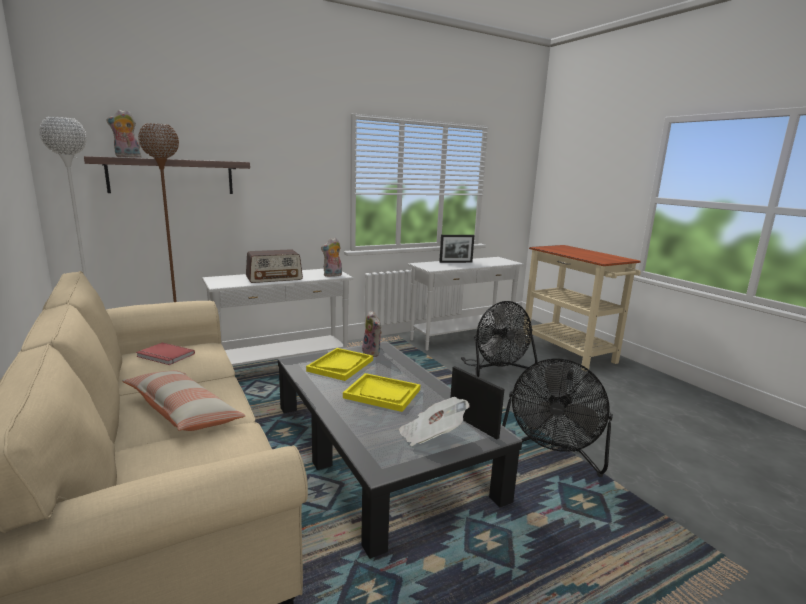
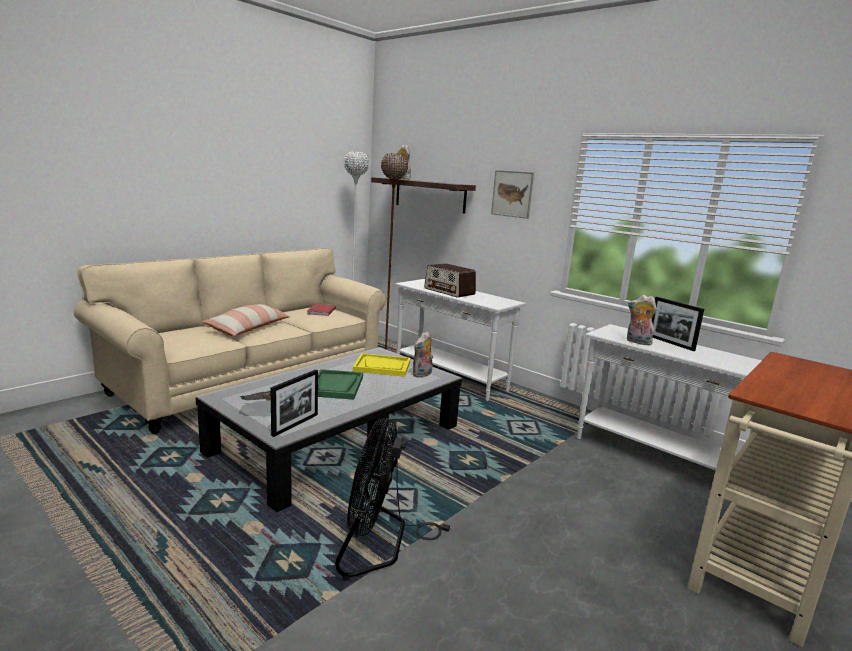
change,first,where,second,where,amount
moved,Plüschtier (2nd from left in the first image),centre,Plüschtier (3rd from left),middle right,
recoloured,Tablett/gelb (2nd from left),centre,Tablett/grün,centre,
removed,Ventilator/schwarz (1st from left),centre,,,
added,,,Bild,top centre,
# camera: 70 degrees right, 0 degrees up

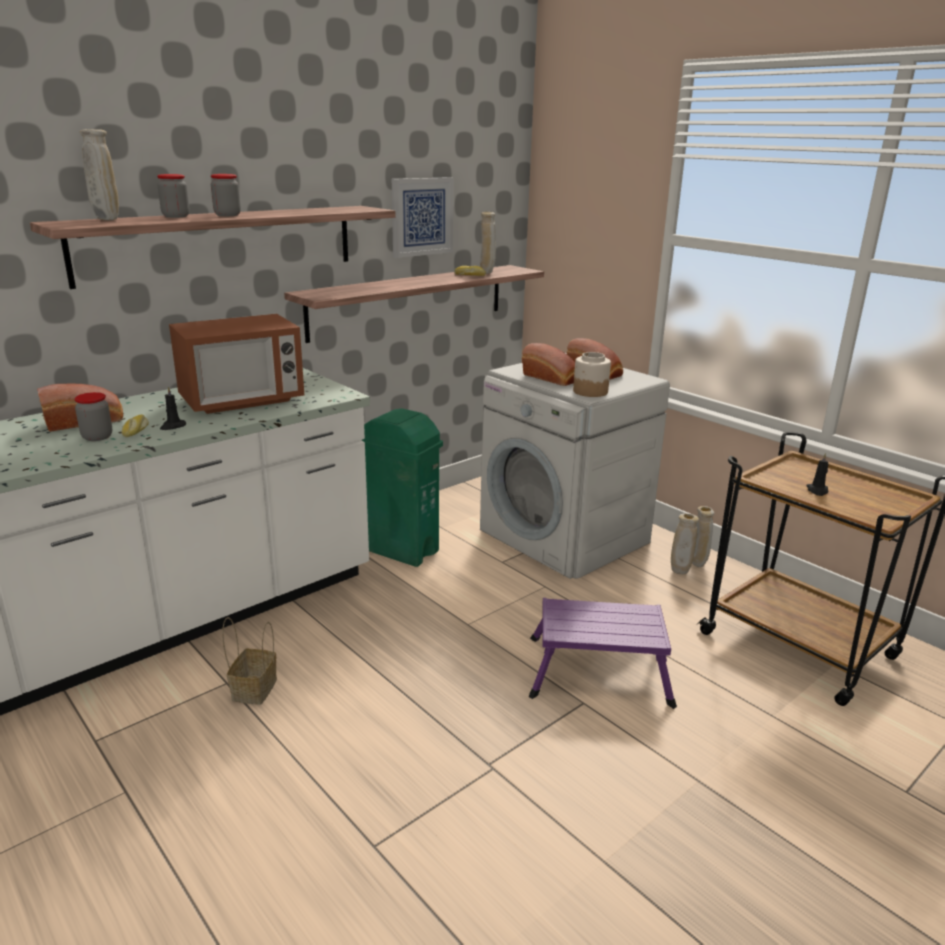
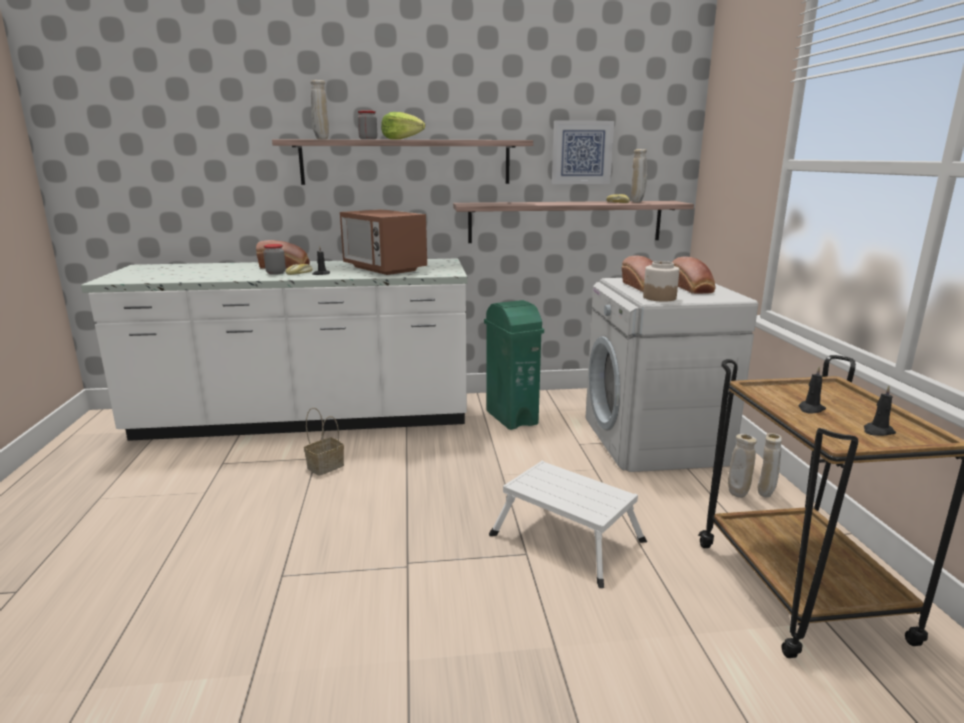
change,first,where,second,where,amount
turned,Mikrowelle,middle left,,centre,45 degrees clockwise
replaced,Vorratsglas (3rd from left),top left,Salatkopf,top centre,
recoloured,Trittleiter/lila,bottom centre,Trittleiter/weiß,bottom centre,
added,,,Kerze/schwarz (3rd from left),middle right,
# camera: 35 degrees right, 5 degrees down

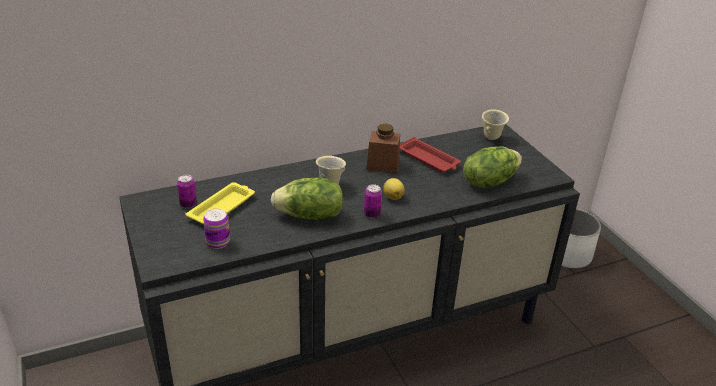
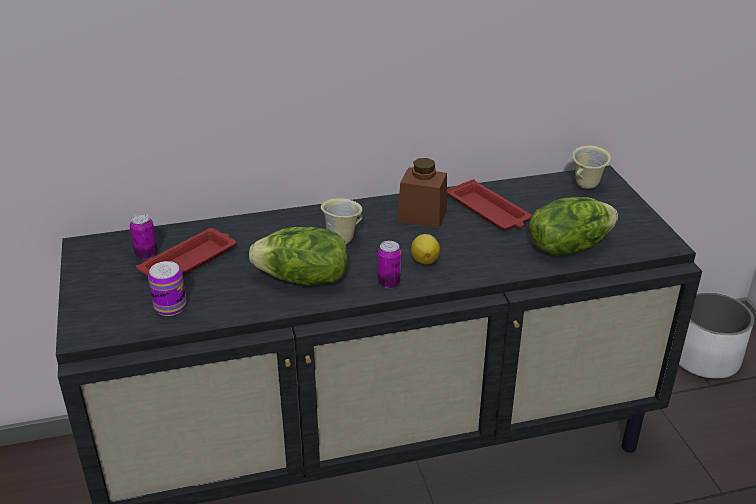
change,first,where,second,where,amount
recoloured,Tablett/gelb,middle left,Tablett/rot (1st from left),middle left,
# camera: 10 degrees right, 0 degrees up

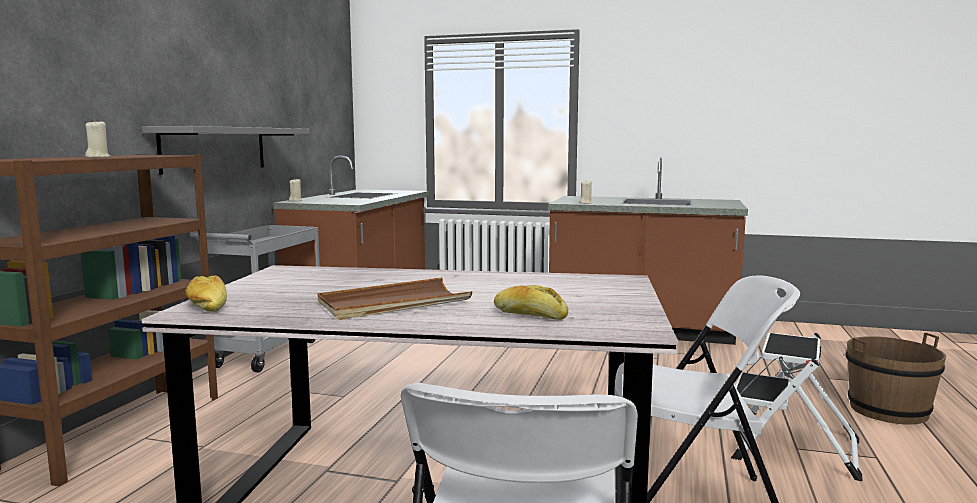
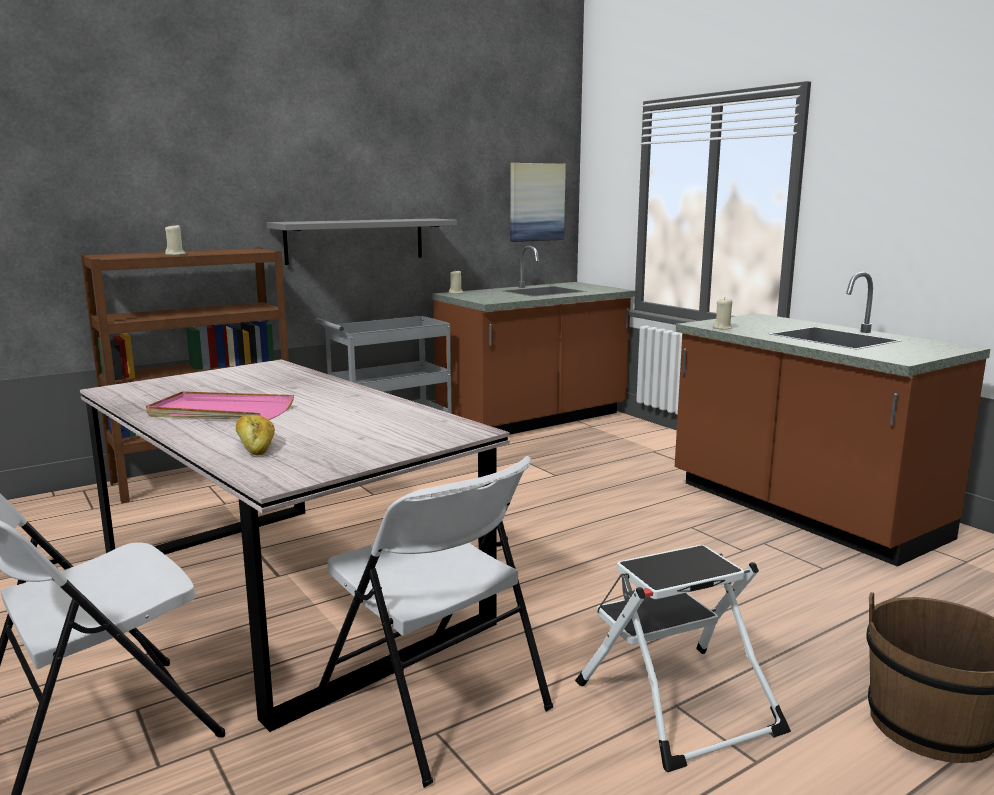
change,first,where,second,where,amount
removed,Brot (1st from left),middle left,,,
recoloured,Tablett/braun,centre,Tablett/rosa,middle left,
added,,,Bild,top centre,
# camera: 40 degrees right, 5 degrees up

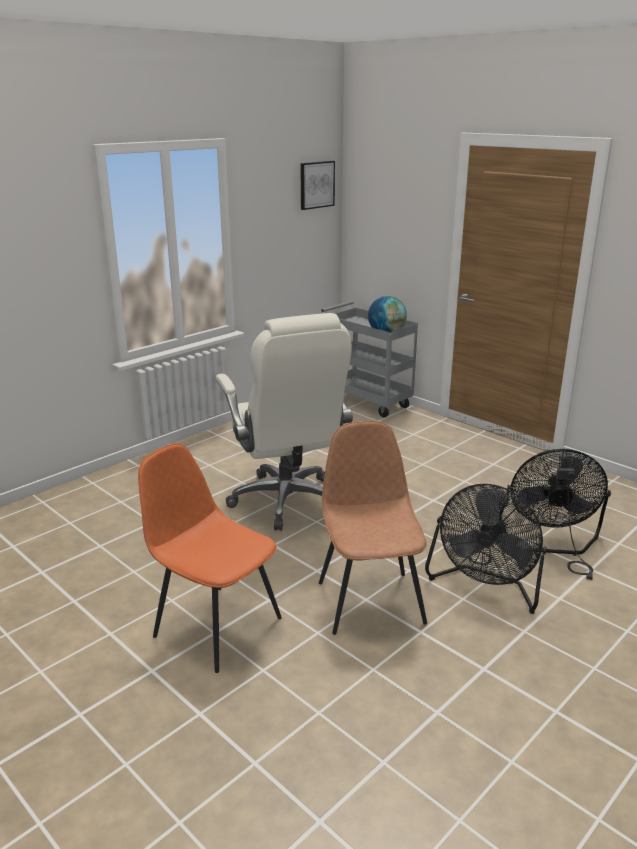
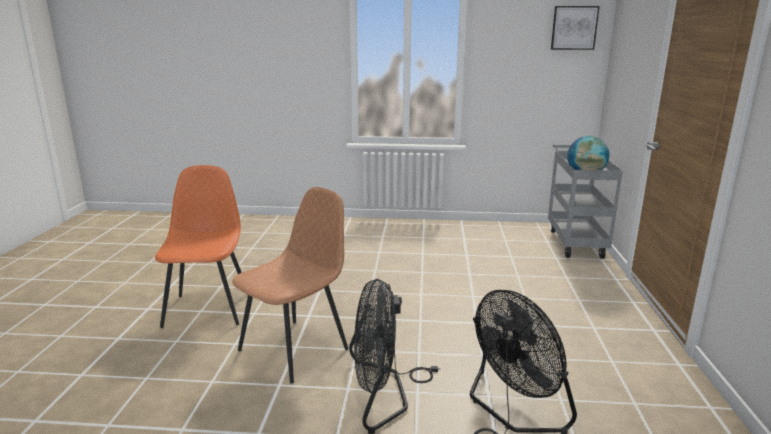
change,first,where,second,where,amount
removed,Bürostuhl/weiß,centre,,,
# camera: 50 degrees right, 5 degrees down

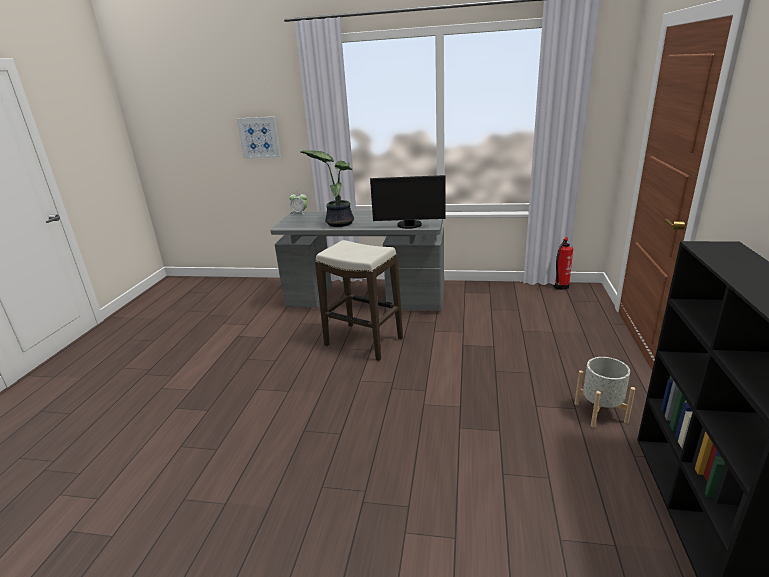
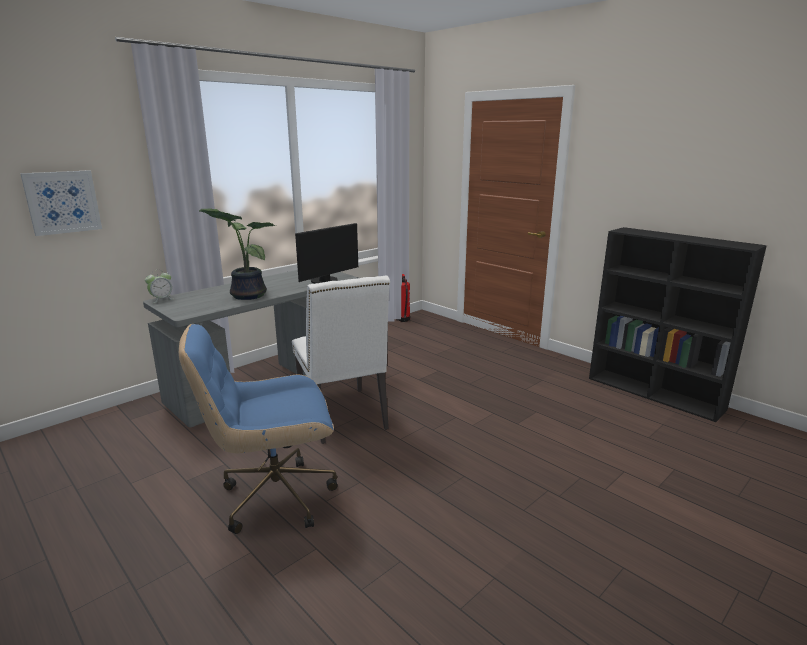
change,first,where,second,where,amount
replaced,Hocker,centre,Stuhl/weiß,centre,
removed,Pflanzkübel/grau,bottom right,,,
added,,,Bürostuhl/blau,middle left,
# camera: 55 degrees left, 5 degrees down

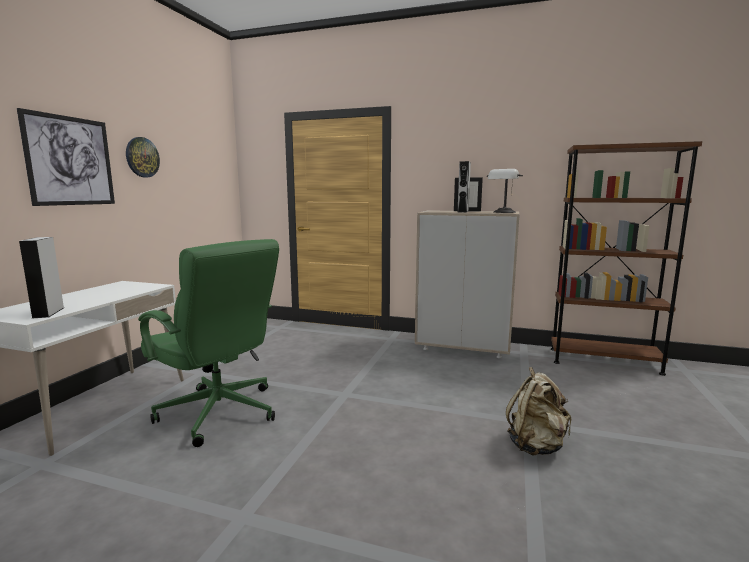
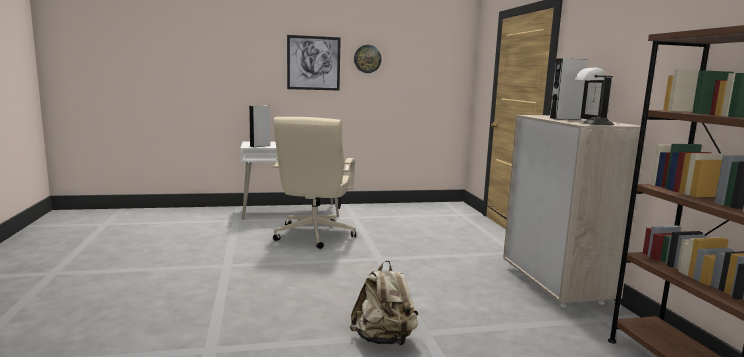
change,first,where,second,where,amount
recoloured,Bürostuhl/grün,middle left,Bürostuhl/beige,centre,
# camera: 60 degrees right, 0 degrees up

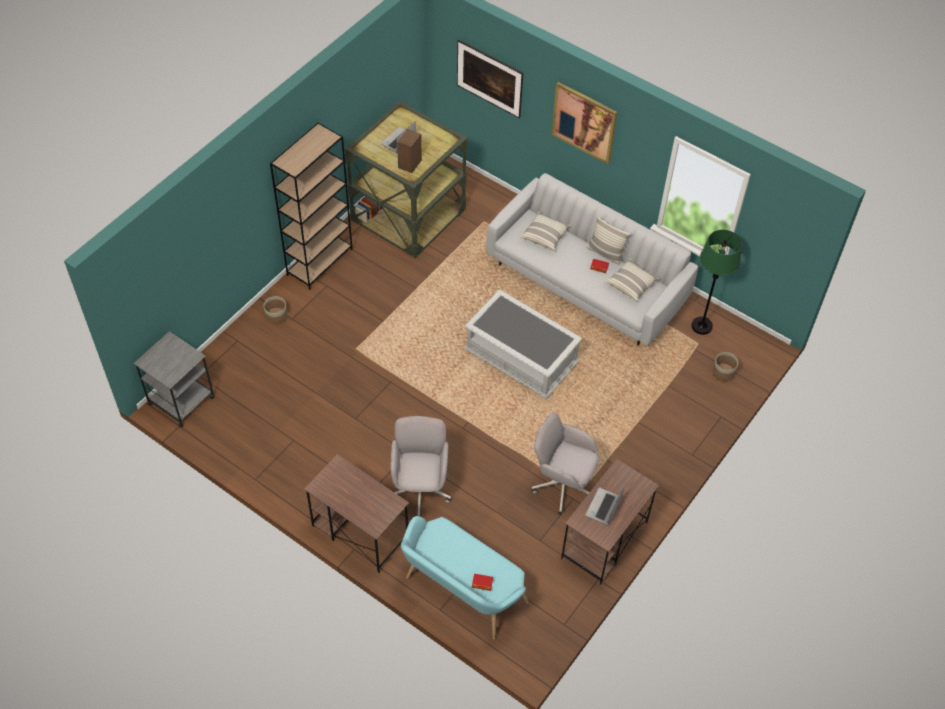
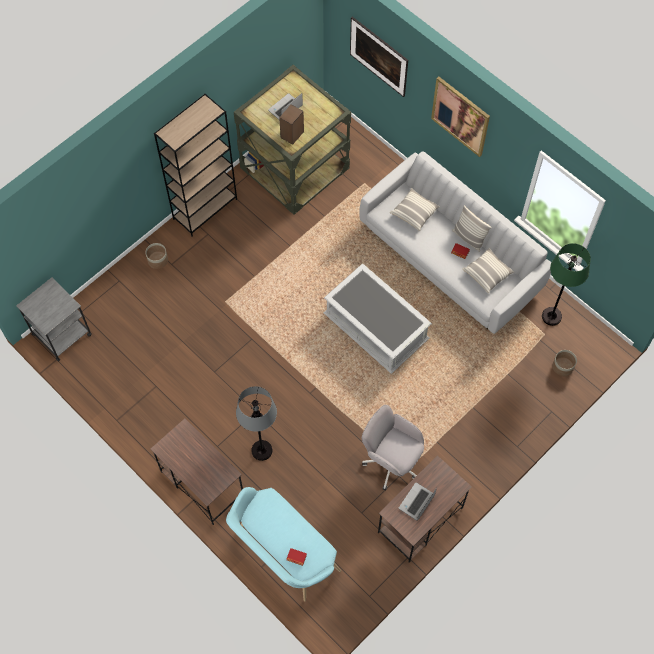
change,first,where,second,where,amount
replaced,Bürostuhl/grau (1st from left),centre,Stehlampe/grau,centre,
# camera: 10 degrees right, 10 degrees up

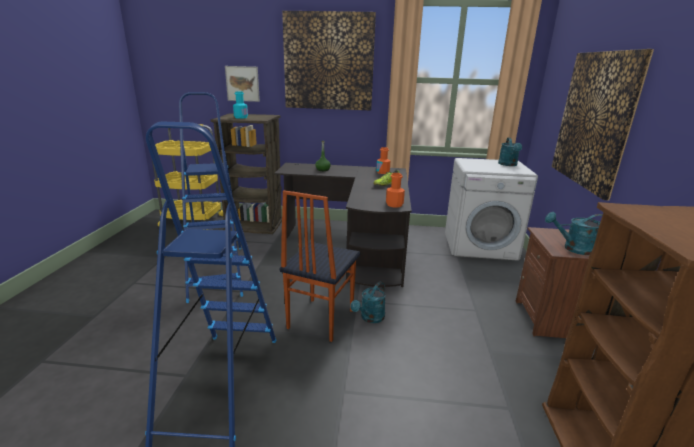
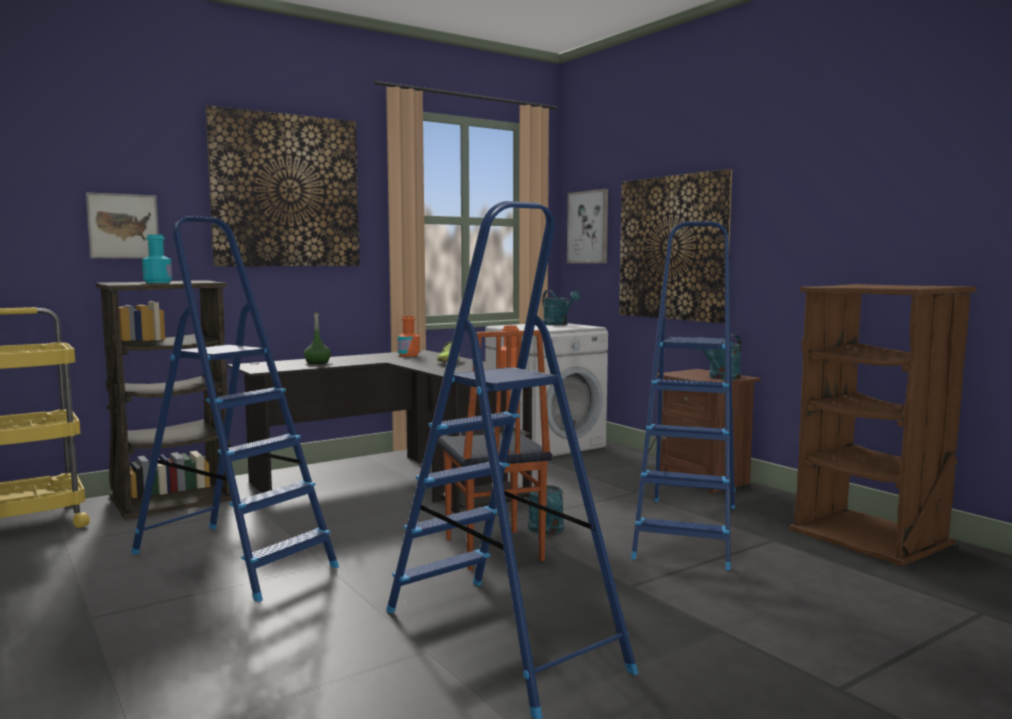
change,first,where,second,where,amount
added,,,Bild (3rd from left),top centre,
added,,,Trittleiter/blau (3rd from left),middle right,
# camera: 40 degrees left, 15 degrees down

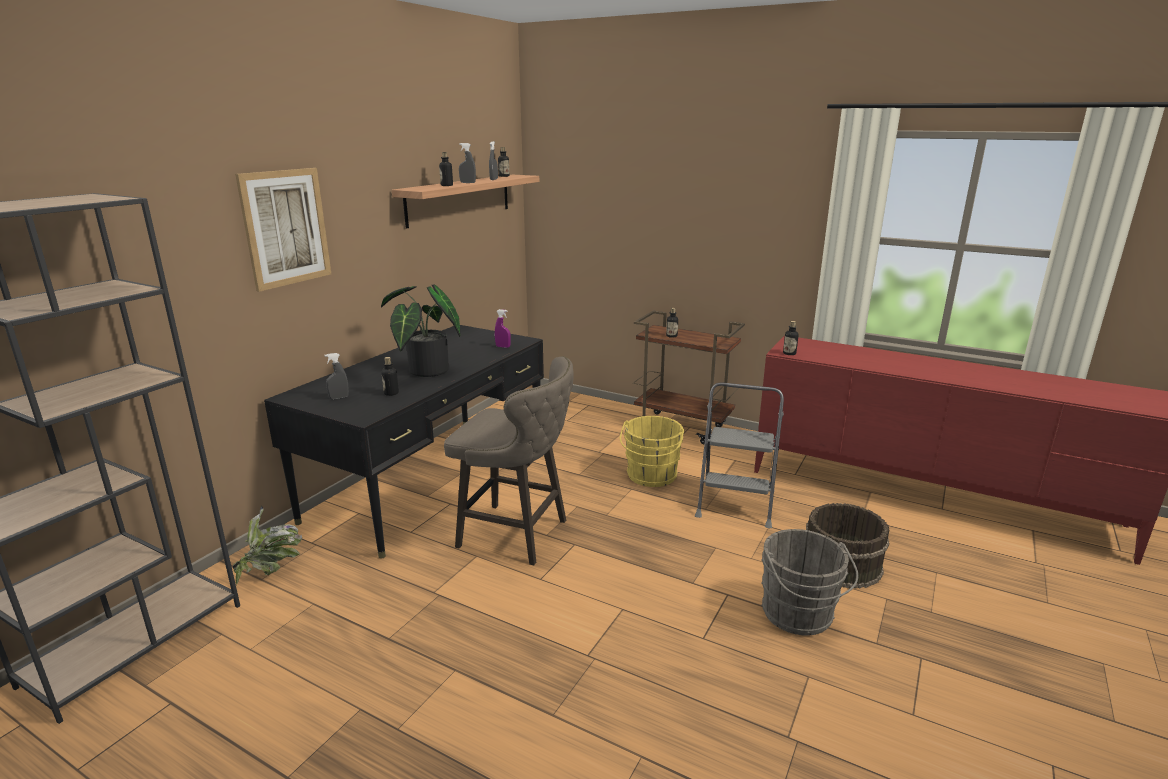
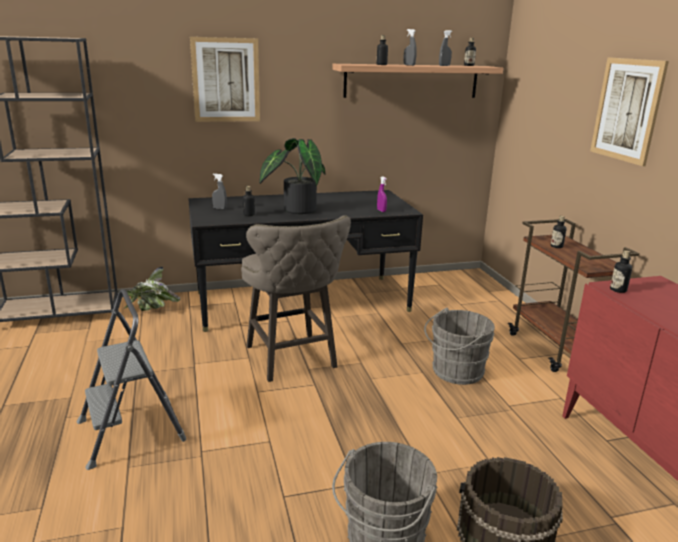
change,first,where,second,where,amount
recoloured,Eimer/gelb,centre,Eimer/grau (2nd from left),middle right,
moved,Trittleiter/grau,centre,,bottom left,
added,,,Bild (2nd from left),top right,
# camera: 45 degrees right, 0 degrees up

